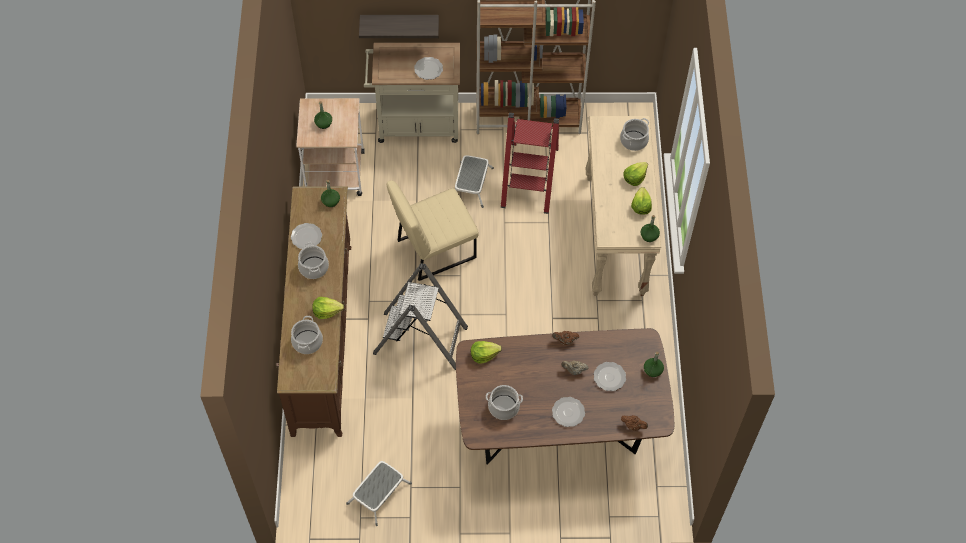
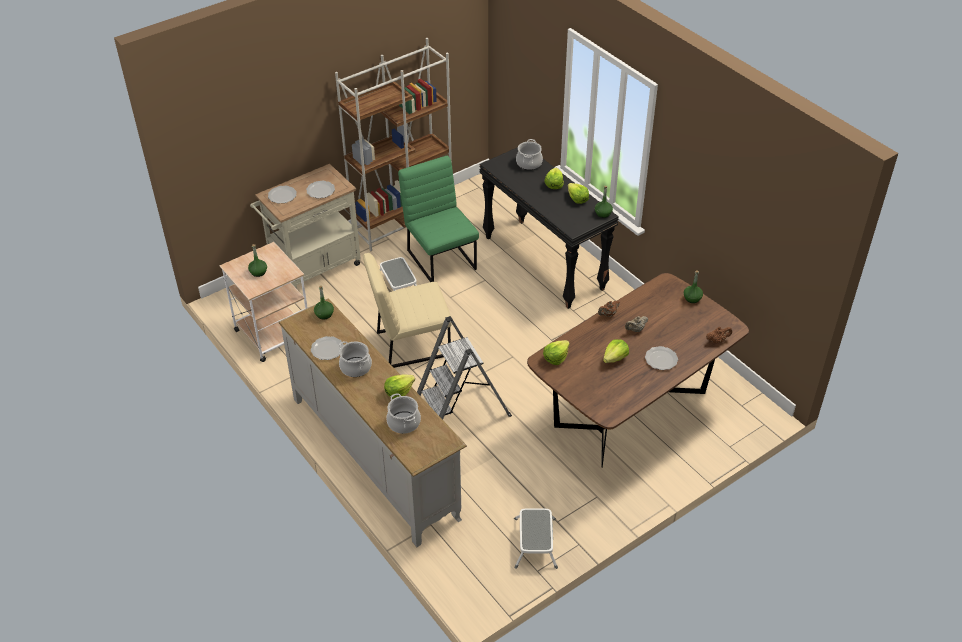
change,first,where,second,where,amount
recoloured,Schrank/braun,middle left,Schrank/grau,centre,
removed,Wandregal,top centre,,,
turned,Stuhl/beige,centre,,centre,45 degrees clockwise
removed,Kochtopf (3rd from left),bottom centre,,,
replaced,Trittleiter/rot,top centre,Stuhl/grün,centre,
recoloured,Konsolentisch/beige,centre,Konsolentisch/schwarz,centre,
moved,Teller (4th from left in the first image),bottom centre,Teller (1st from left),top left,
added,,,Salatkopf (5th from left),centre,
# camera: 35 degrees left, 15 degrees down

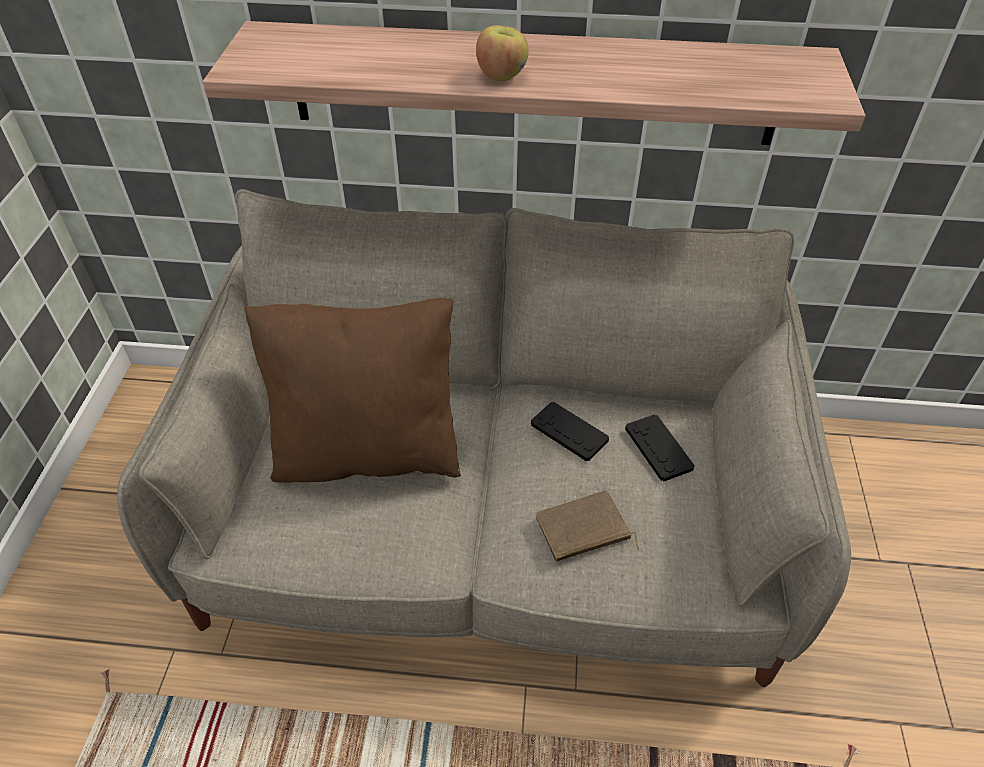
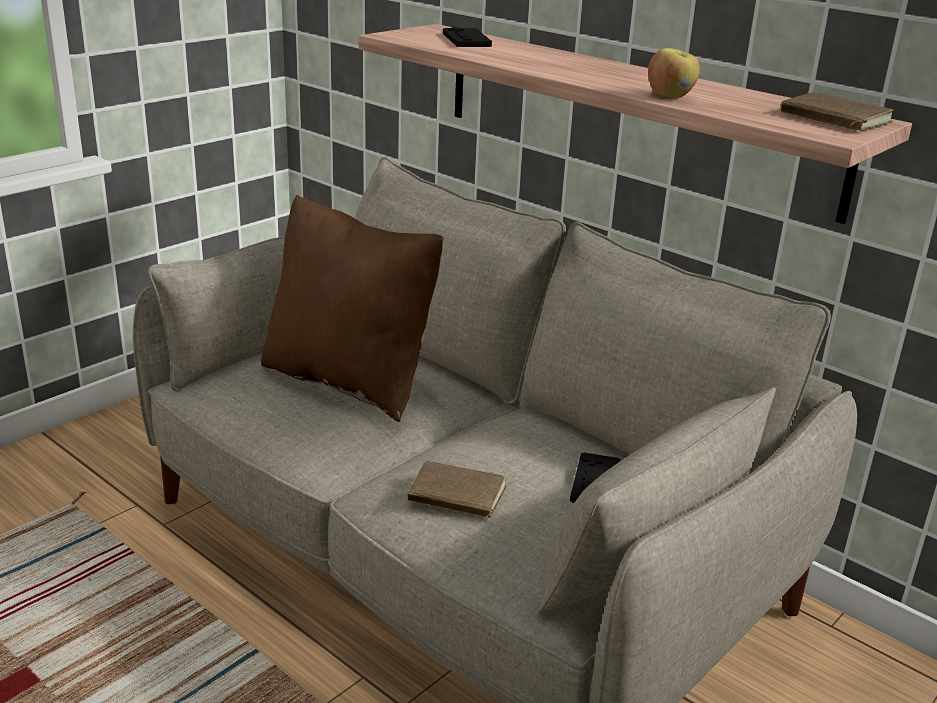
change,first,where,second,where,amount
moved,Apfel,top centre,,top right,
moved,Gamepad/schwarz (1st from left),centre,,top centre,
added,,,Buch/braun (2nd from left),top right,
# camera: 35 degrees right, 20 degrees down

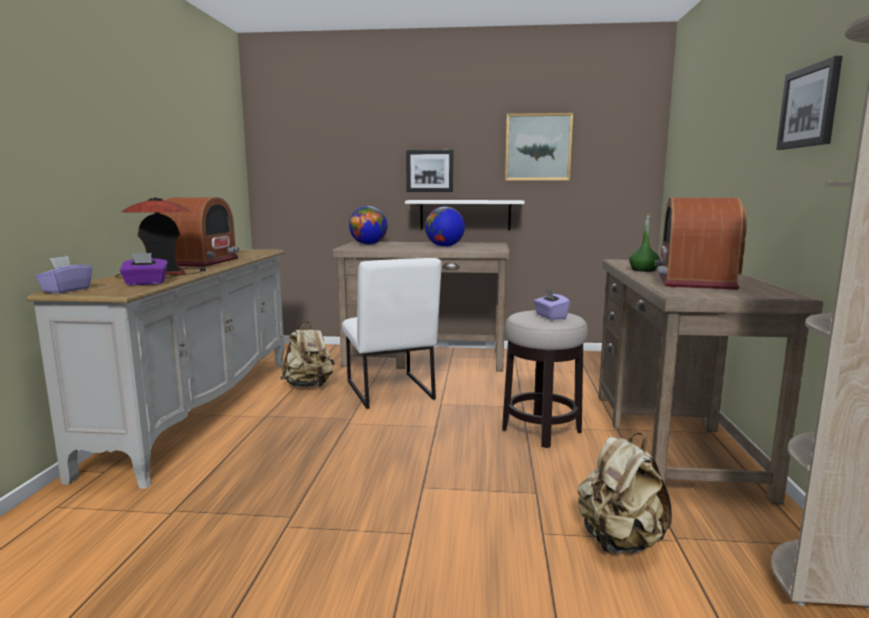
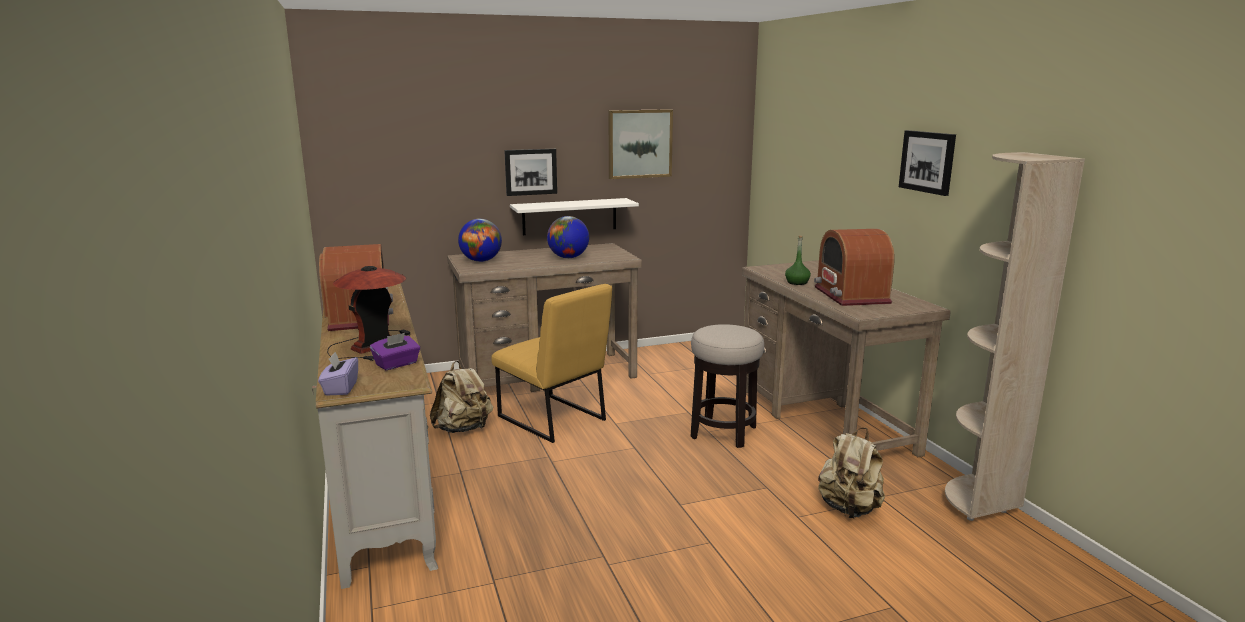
change,first,where,second,where,amount
recoloured,Stuhl/weiß,centre,Stuhl/gelb,centre,
removed,Taschentuchbox/lila (3rd from left),centre,,,
# camera: 25 degrees left, 5 degrees up

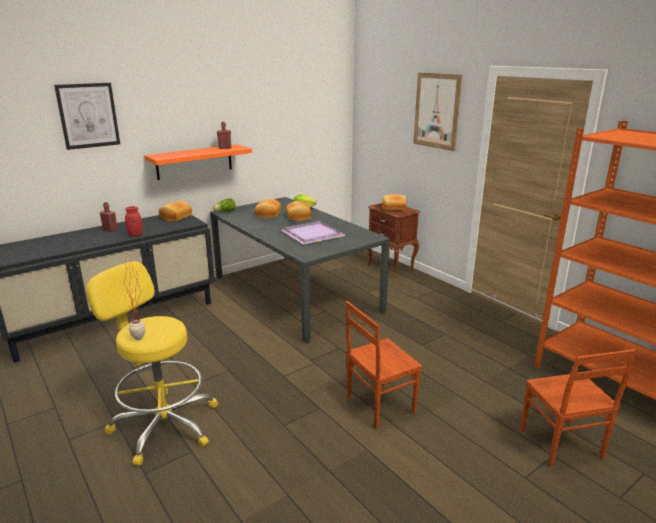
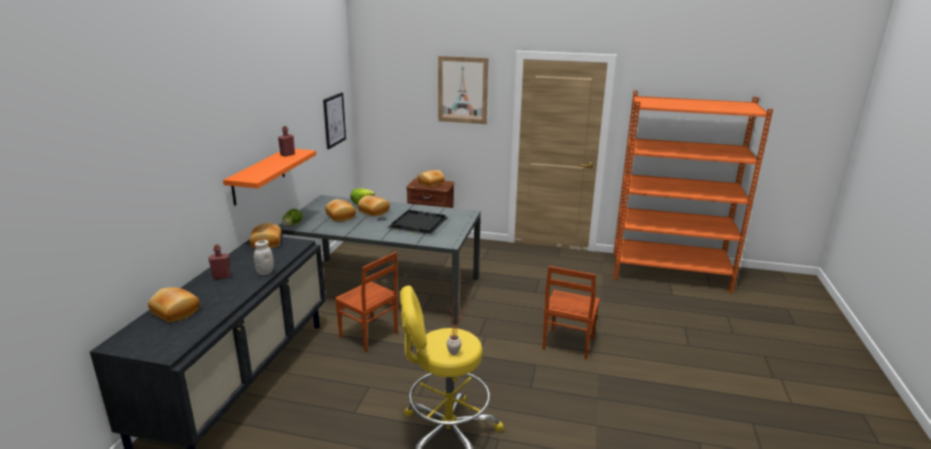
change,first,where,second,where,amount
moved,Bild (1st from left),top left,,top centre,
recoloured,Vorratsglas/rot,middle left,Vorratsglas/weiß,middle left,
recoloured,Tablett/lila,centre,Tablett/schwarz,centre,
moved,Stuhl/braun (2nd from left in the first image),bottom right,Stuhl/braun (1st from left),bottom centre,
added,,,Brot (1st from left),bottom left,
# camera: 40 degrees left, 0 degrees up

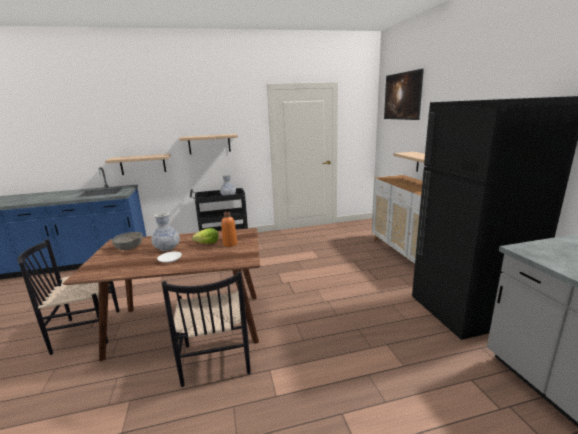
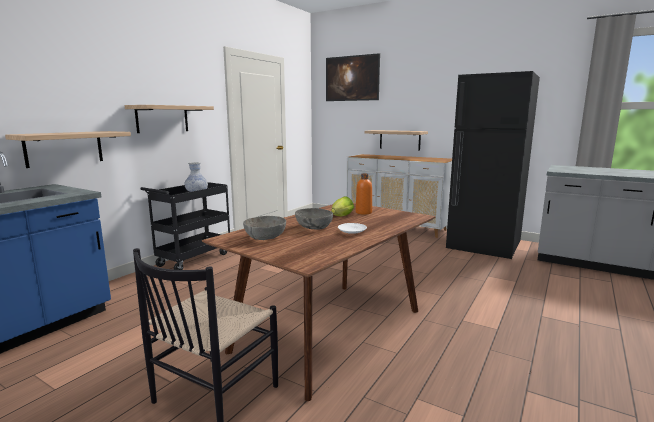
change,first,where,second,where,amount
replaced,Vase (1st from left),middle left,Schüssel/grau (2nd from left),centre,
removed,Stuhl/schwarz (2nd from left),bottom centre,,,
# camera: 45 degrees left, 5 degrees down

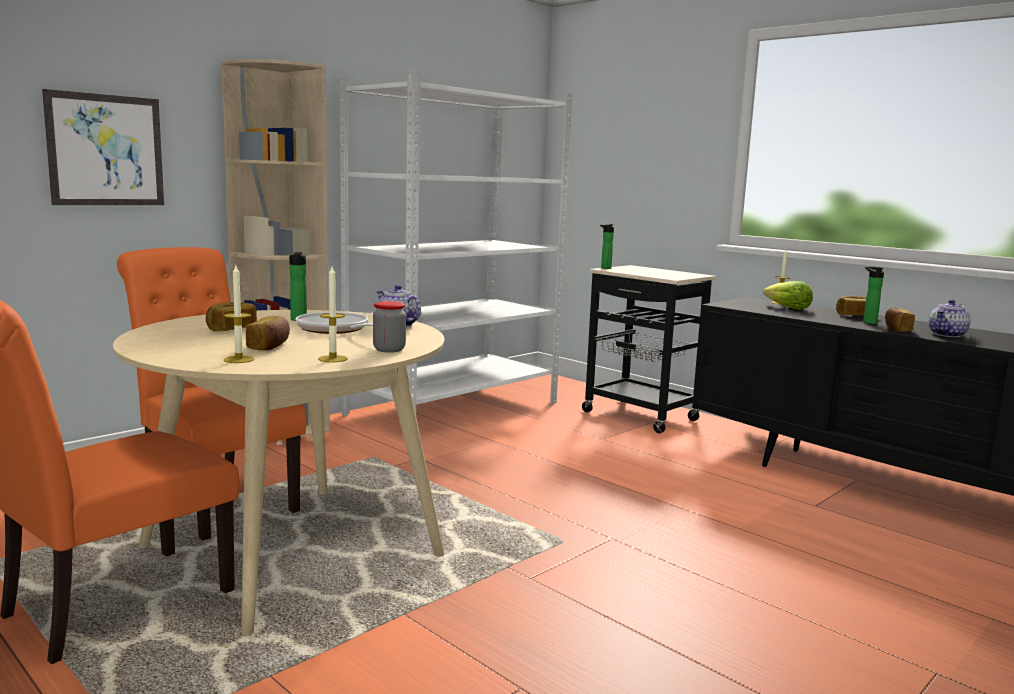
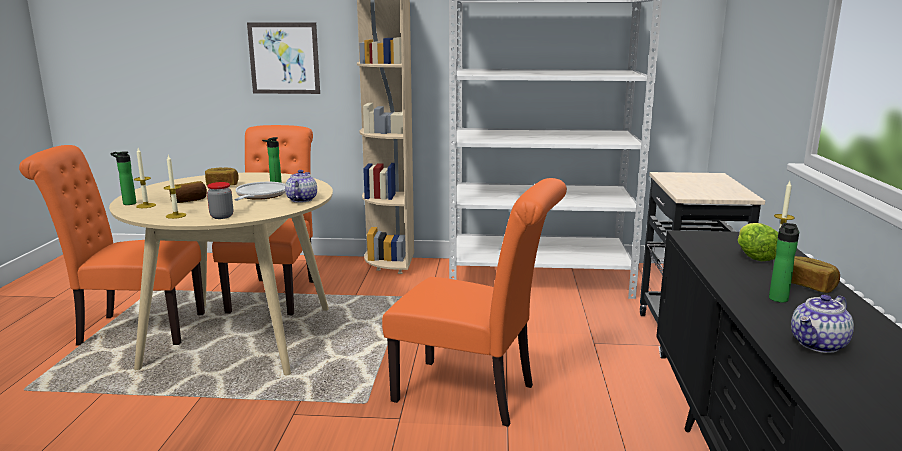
change,first,where,second,where,amount
moved,Flasche (2nd from left in the first image),centre,Flasche (1st from left),middle left,
removed,Brot (4th from left),middle right,,,
turned,Teekanne (2nd from left),middle right,,bottom right,45 degrees counterclockwise
added,,,Stuhl/orange (3rd from left),bottom centre,
# camera: 50 degrees right, 5 degrees up

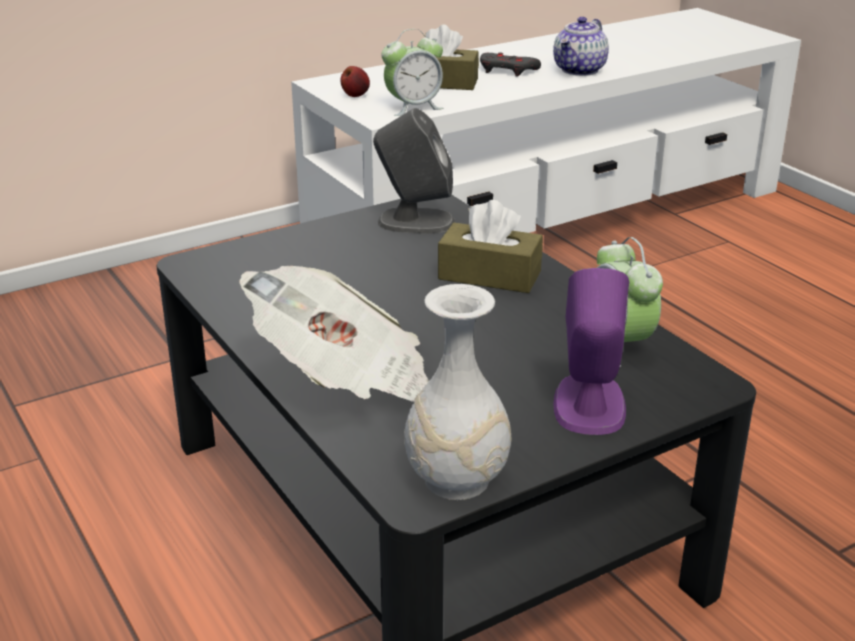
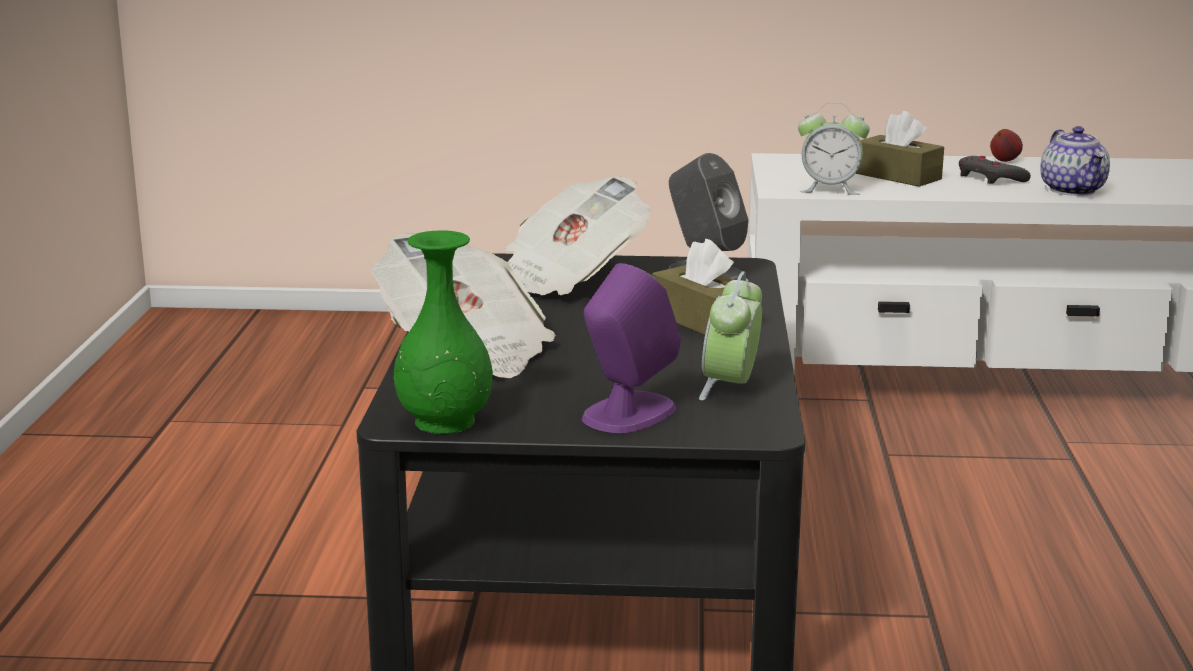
change,first,where,second,where,amount
moved,Apfel,top centre,,top right,
recoloured,Vase/weiß,centre,Vase/grün,centre,
turned,Teekanne,top right,,top right,75 degrees counterclockwise
added,,,Zeitung (2nd from left),centre,
# camera: 35 degrees right, 10 degrees down

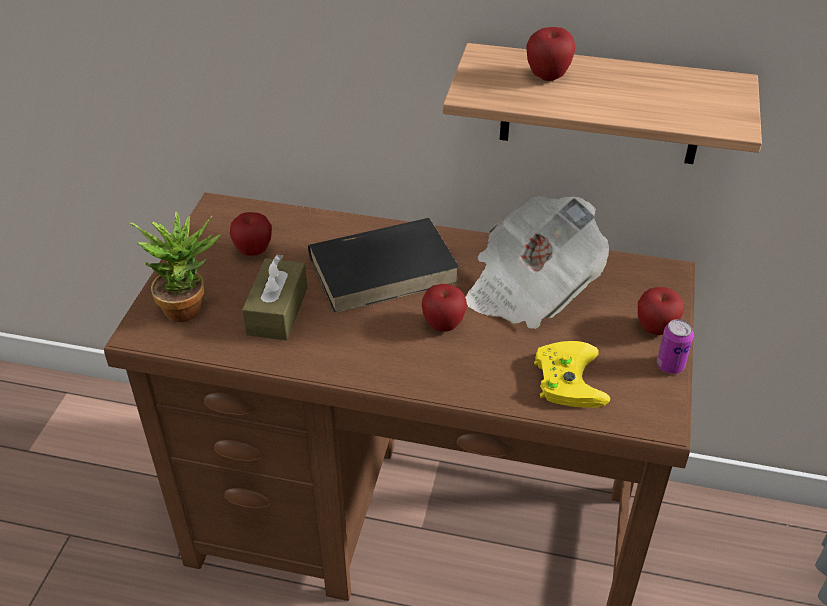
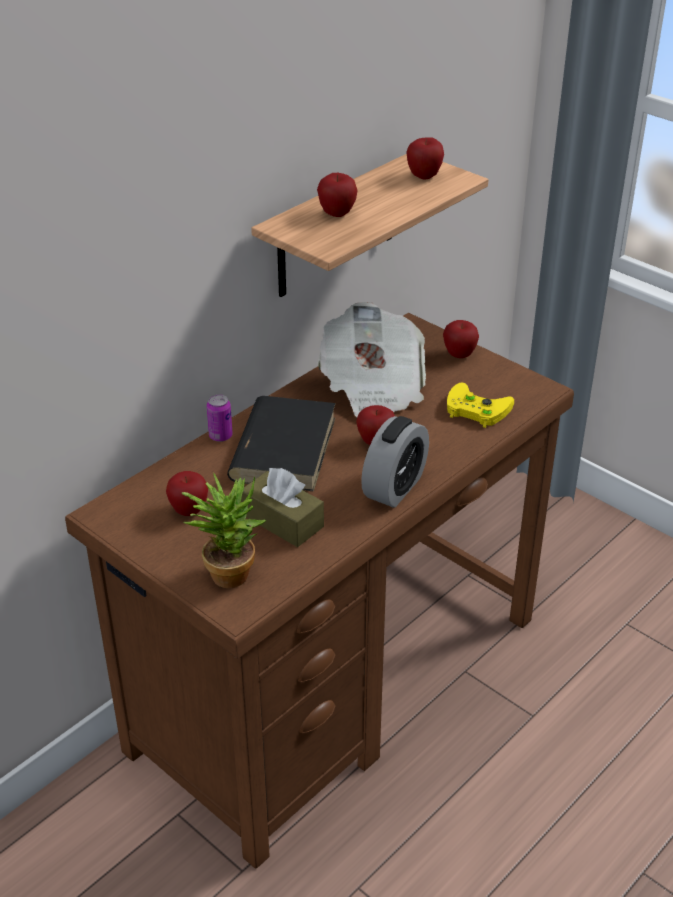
change,first,where,second,where,amount
moved,Dose,middle right,,middle left,
added,,,Wecker,centre,
added,,,Apfel (4th from left),top centre,
# camera: 60 degrees left, 5 degrees down

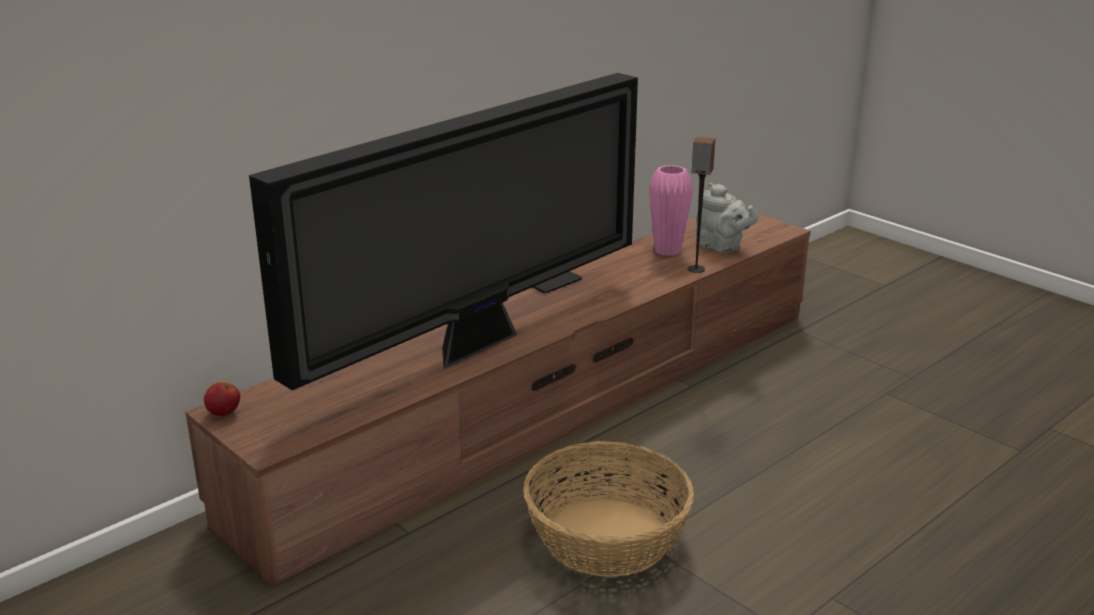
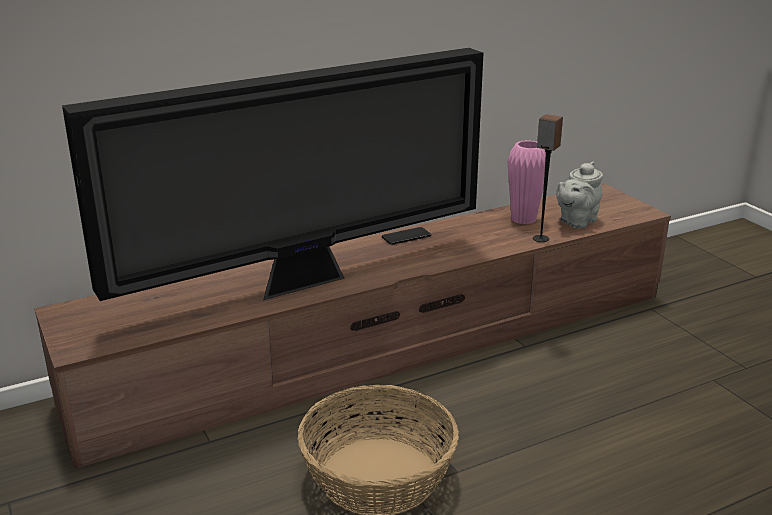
change,first,where,second,where,amount
removed,Apfel,middle left,,,
turned,Teekanne/grau,centre,,middle right,75 degrees clockwise
# camera: 15 degrees right, 0 degrees up

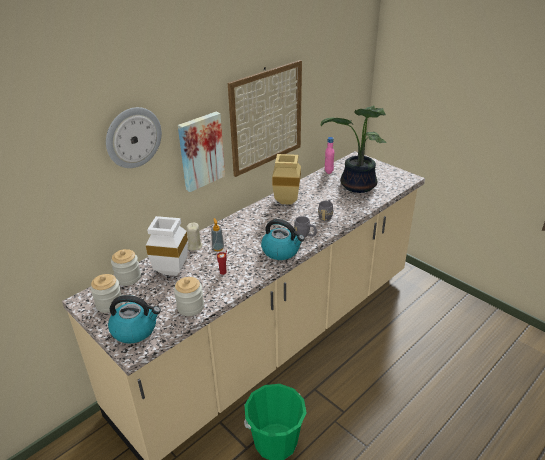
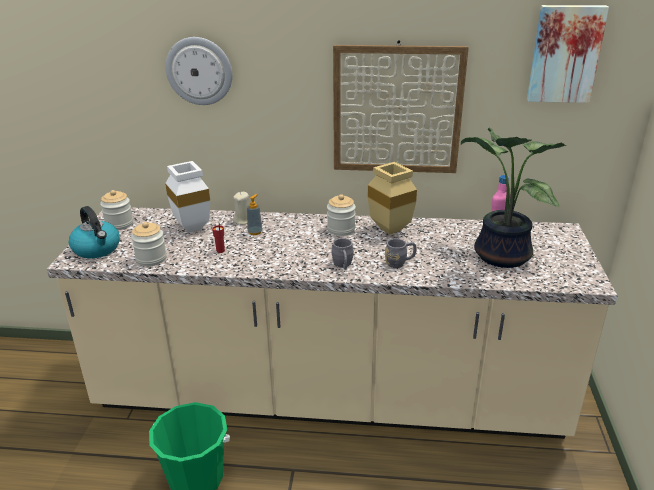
change,first,where,second,where,amount
moved,Vorratsglas (2nd from left in the first image),middle left,Vorratsglas (3rd from left),centre,
moved,Bild (1st from left in the first image),top centre,Bild (2nd from left),top right,
removed,Wasserkessel (2nd from left),centre,,,
# camera: 50 degrees right, 5 degrees down

